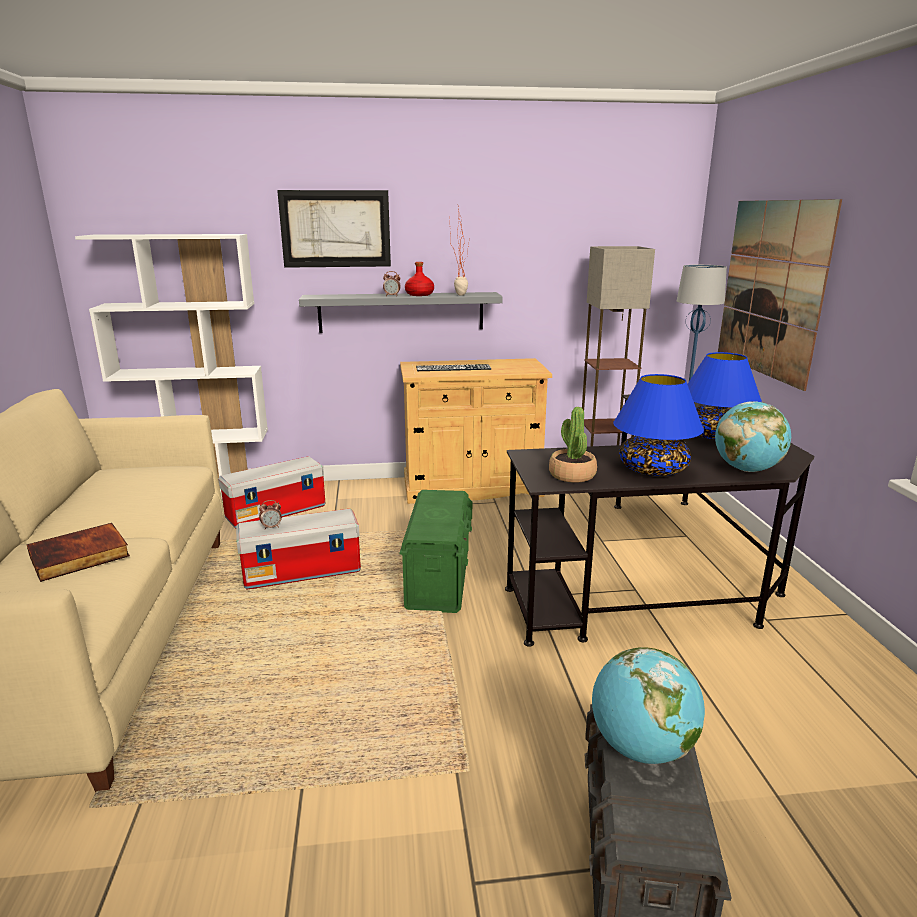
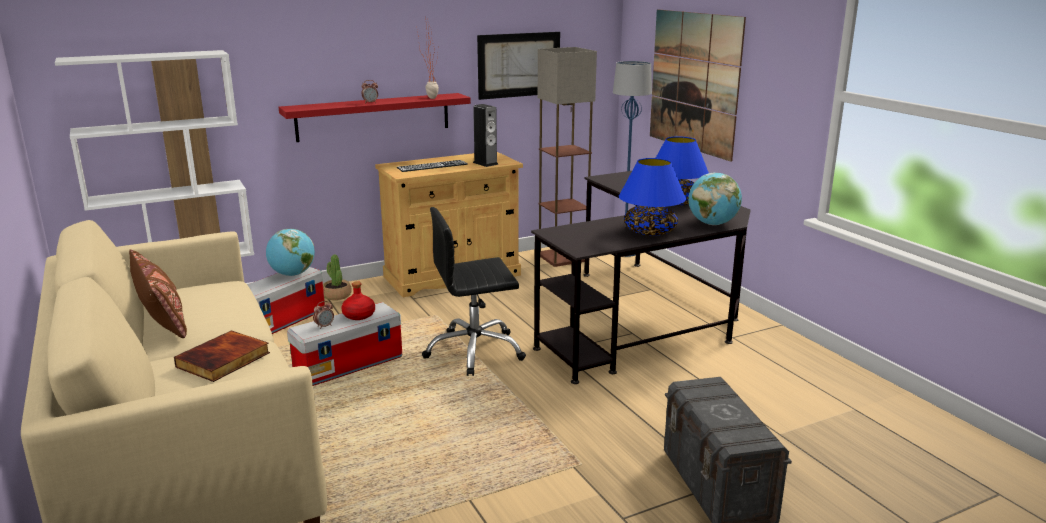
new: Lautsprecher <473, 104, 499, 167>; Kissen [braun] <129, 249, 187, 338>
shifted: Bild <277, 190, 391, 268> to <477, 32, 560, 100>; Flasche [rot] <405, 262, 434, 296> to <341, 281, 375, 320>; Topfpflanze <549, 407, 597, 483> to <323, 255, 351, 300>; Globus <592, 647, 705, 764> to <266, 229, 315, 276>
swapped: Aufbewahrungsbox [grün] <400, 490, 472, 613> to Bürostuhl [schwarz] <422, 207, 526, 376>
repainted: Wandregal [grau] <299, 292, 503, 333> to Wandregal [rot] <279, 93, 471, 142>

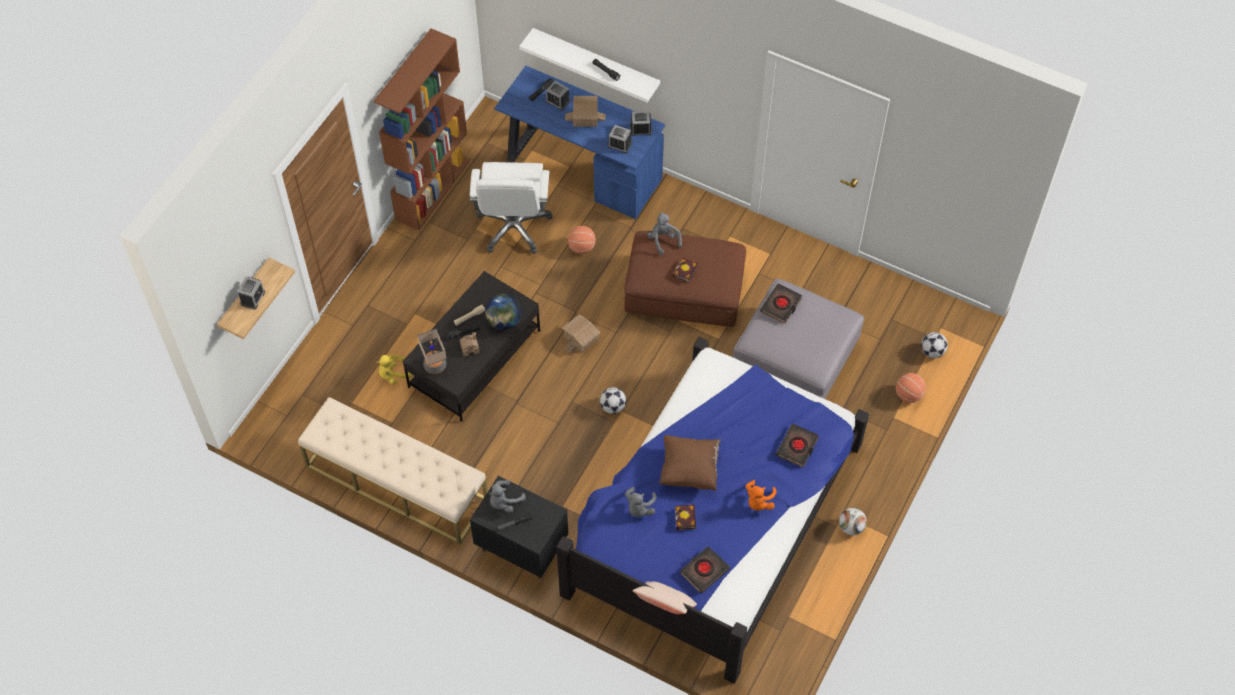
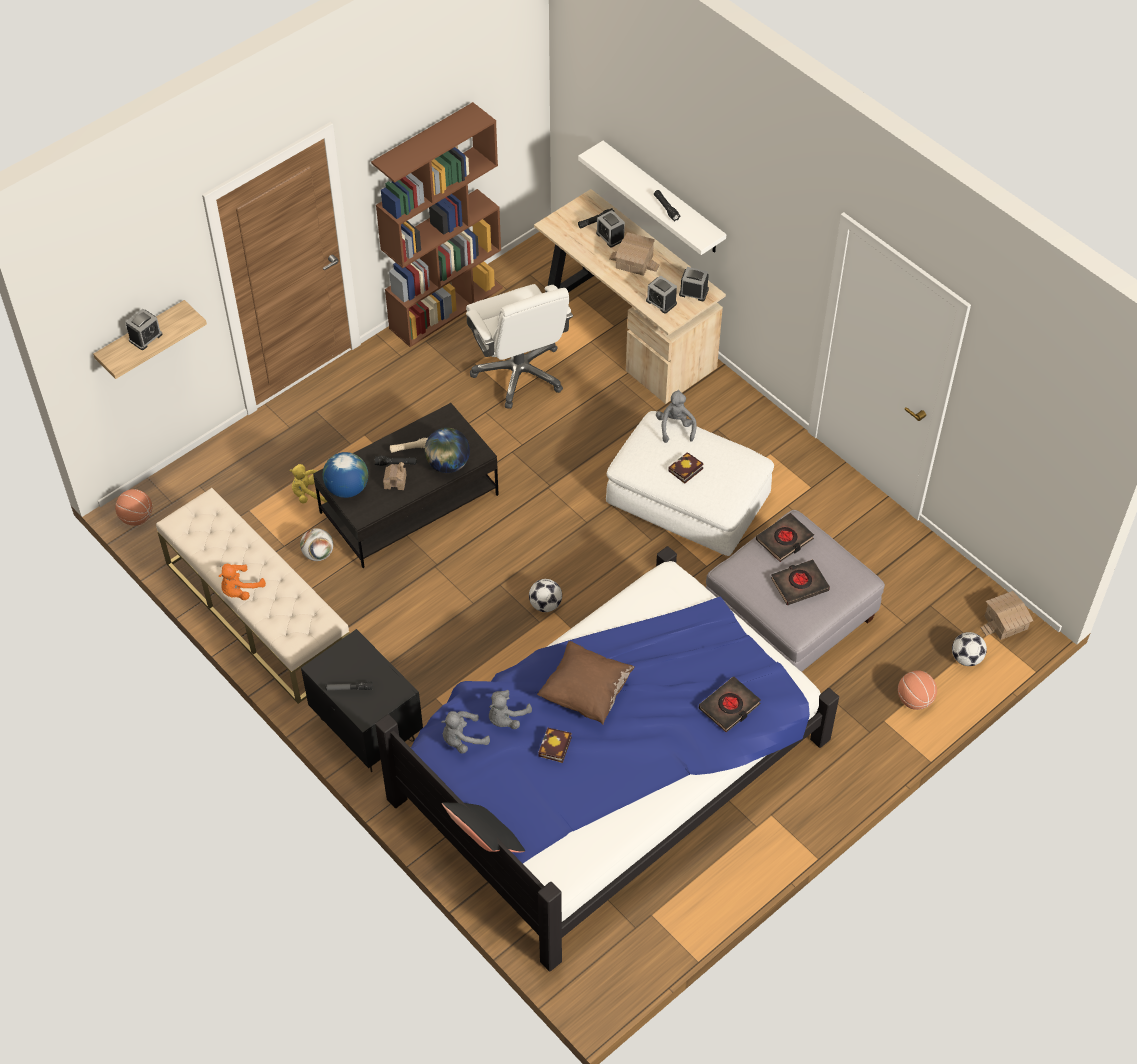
shifted: Basketball <568, 226, 595, 254> to <115, 489, 152, 526>; Spielzeughaus <562, 314, 600, 353> to <981, 591, 1033, 640>; Plüschtier [grau] <489, 480, 526, 513> to <441, 711, 490, 754>; Plüschtier [orange] <745, 480, 777, 511> to <219, 564, 266, 600>; Fußball <839, 508, 867, 535> to <300, 528, 333, 561>; Buch [schwarz] <680, 546, 730, 593> to <771, 559, 830, 605>
swapped: Tischlampe <417, 329, 447, 374> to Globus <323, 452, 368, 498>
repainted: Schreibtisch [blau] <494, 66, 665, 219> to Schreibtisch [beige] <534, 189, 726, 404>; Polsterhocker [braun] <624, 231, 746, 327> to Polsterhocker [weiß] <606, 411, 774, 556>; Kissen [beige] <633, 581, 697, 614> to Kissen [schwarz] <442, 802, 525, 853>
rotated: Bürostuhl [weiß] <470, 162, 553, 254> = <466, 284, 573, 409> 45 degrees counterclockwise

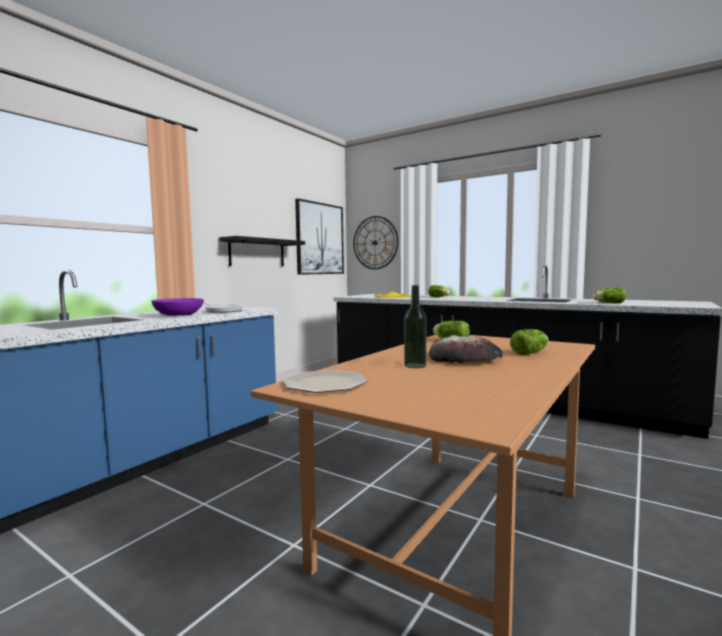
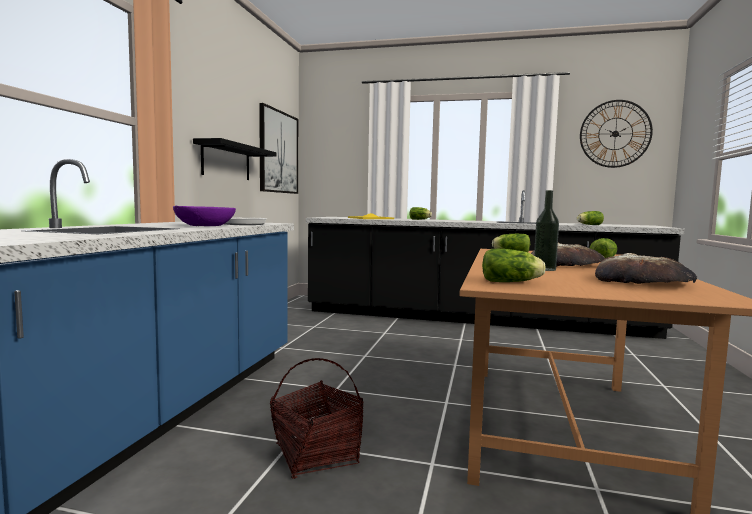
new: Brot <595, 253, 697, 284>; Korb <270, 358, 364, 479>
shifted: Wanduhr <353, 216, 398, 269> to <580, 100, 653, 168>
swapped: Teller <284, 370, 368, 393> to Salatkopf <482, 249, 546, 282>

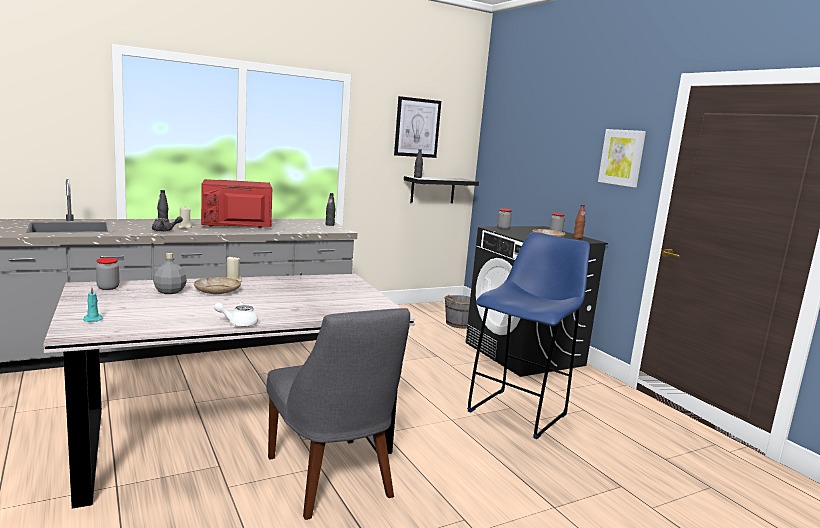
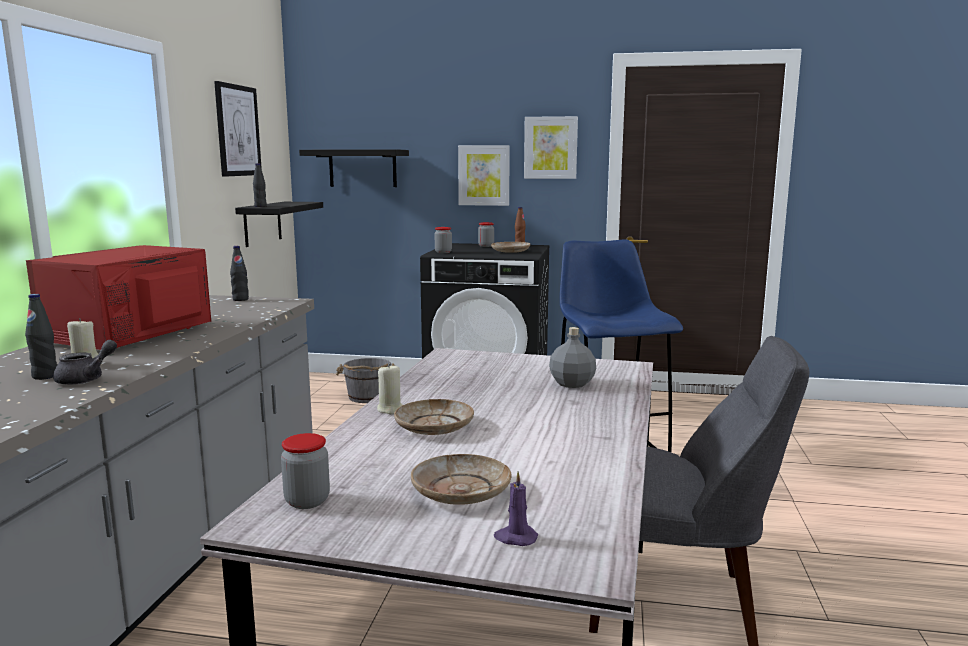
gone: Teekanne [weiß] <214, 302, 258, 327>
new: Bild <458, 145, 510, 206>; Wandregal [schwarz] <299, 149, 409, 187>; Teller [beige] <411, 454, 511, 505>
shifted: Flasche [grau] <153, 253, 187, 294> to <549, 327, 596, 388>
repainted: Kerze [türkis] <83, 287, 103, 322> to Kerze [lila] <494, 472, 538, 546>

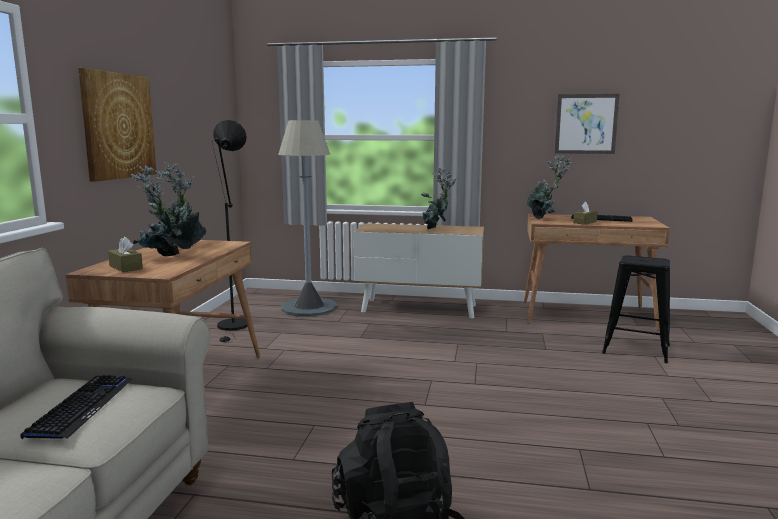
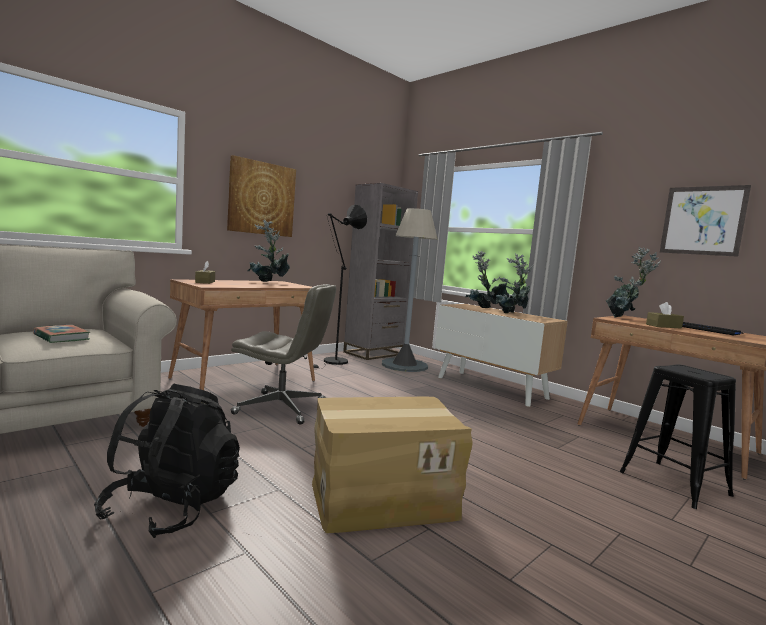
new: Bücherregal [grau] <343, 183, 418, 360>; Bürostuhl [grau] <231, 284, 336, 425>; Karton <312, 397, 473, 533>
shifted: Topfpflanze <131, 165, 206, 256> to <466, 251, 509, 308>
swapped: Tastatur <21, 375, 132, 439> to Buch <33, 325, 90, 343>

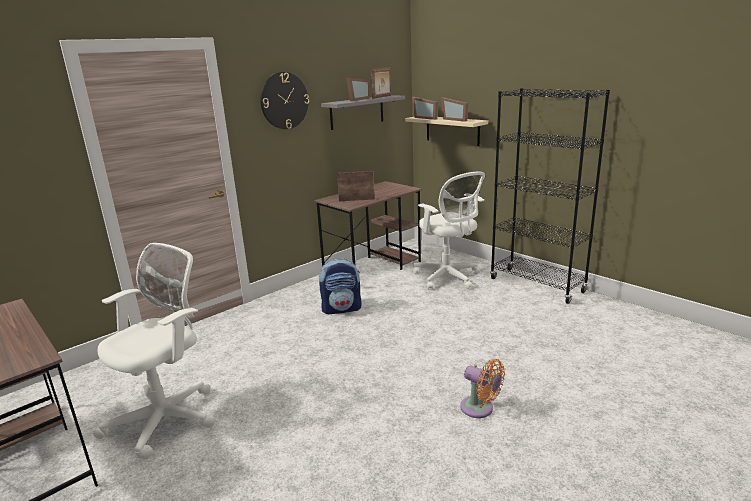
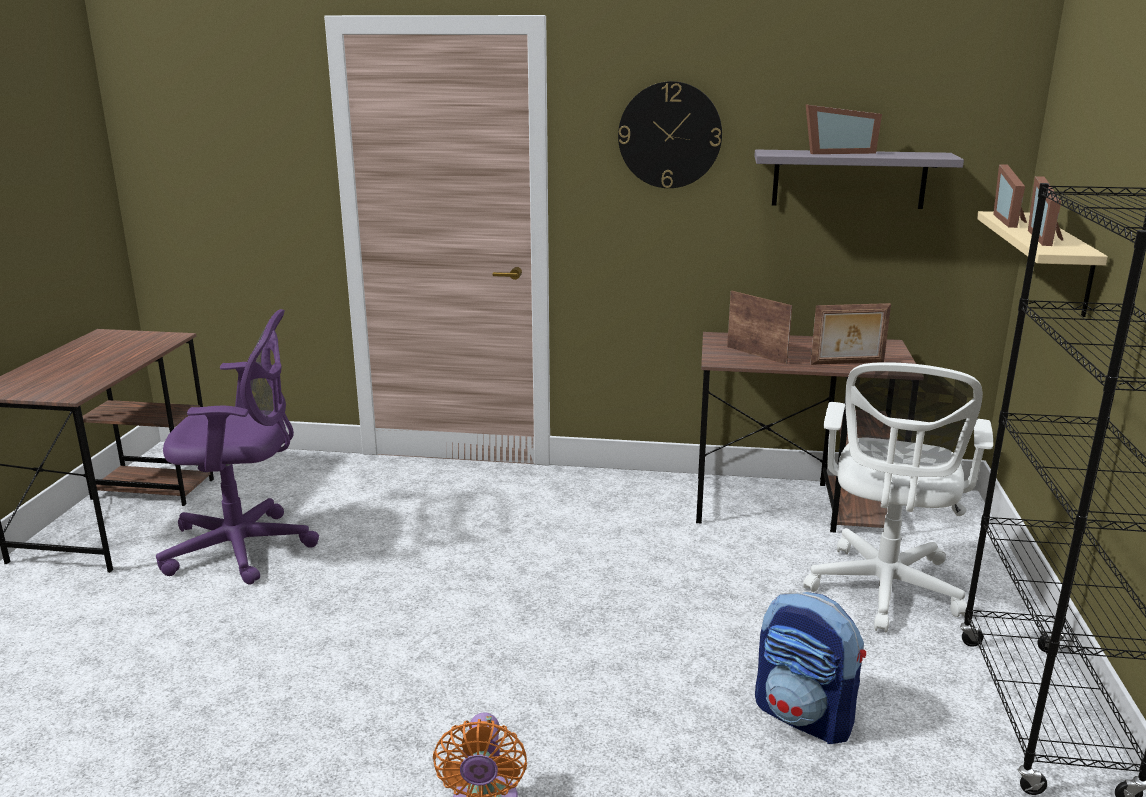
shifted: Bilderrahmen <371, 67, 391, 99> to <810, 303, 891, 365>; Rucksack <319, 259, 361, 314> to <755, 592, 866, 744>
repainted: Bürostuhl [weiß] <93, 243, 215, 459> to Bürostuhl [lila] <156, 309, 319, 585>

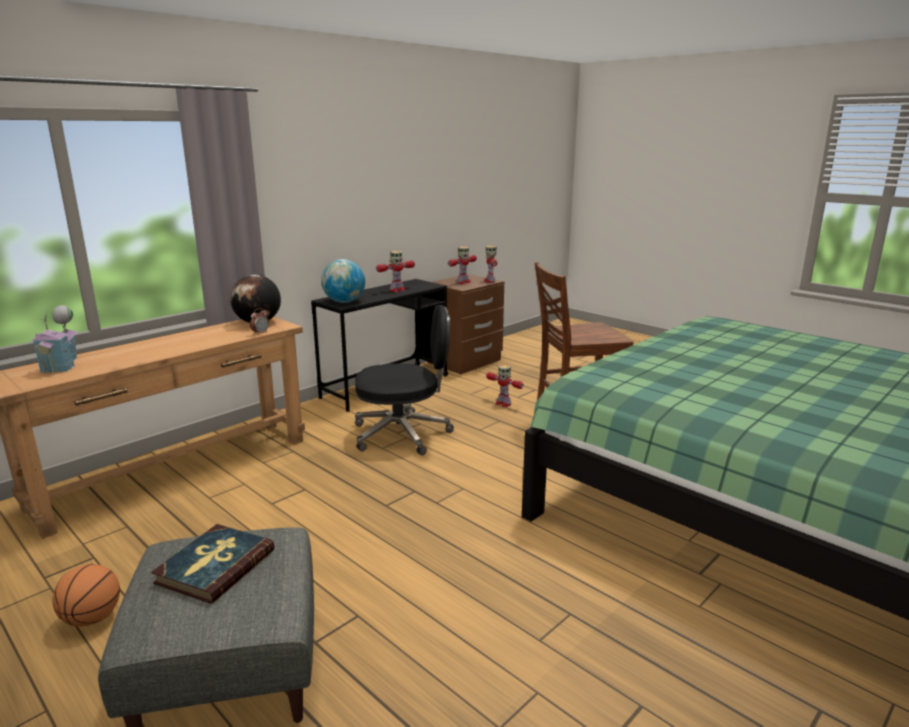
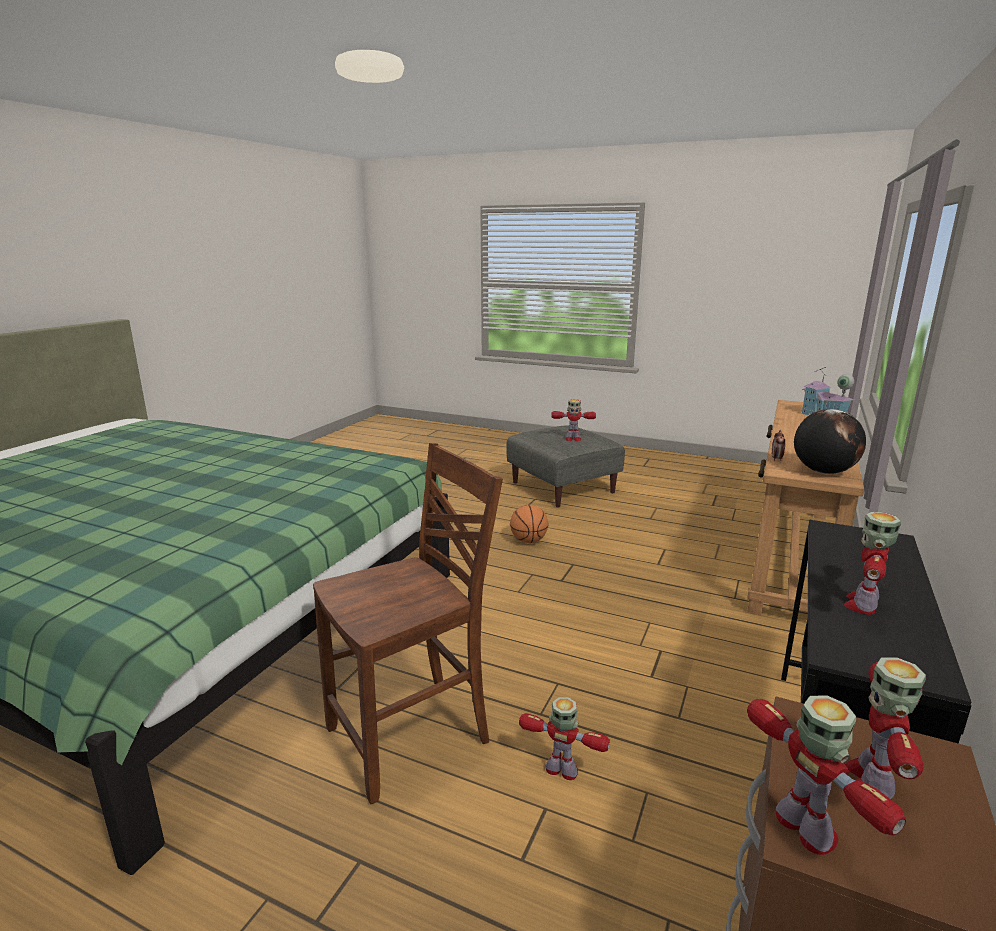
gone: Globus <321, 259, 365, 303>; Bürostuhl [schwarz] <355, 305, 454, 455>
shifted: Basketball <52, 564, 120, 627> to <510, 505, 548, 543>
swapped: Buch <151, 524, 274, 604> to Spielzeugroboter <551, 399, 596, 442>

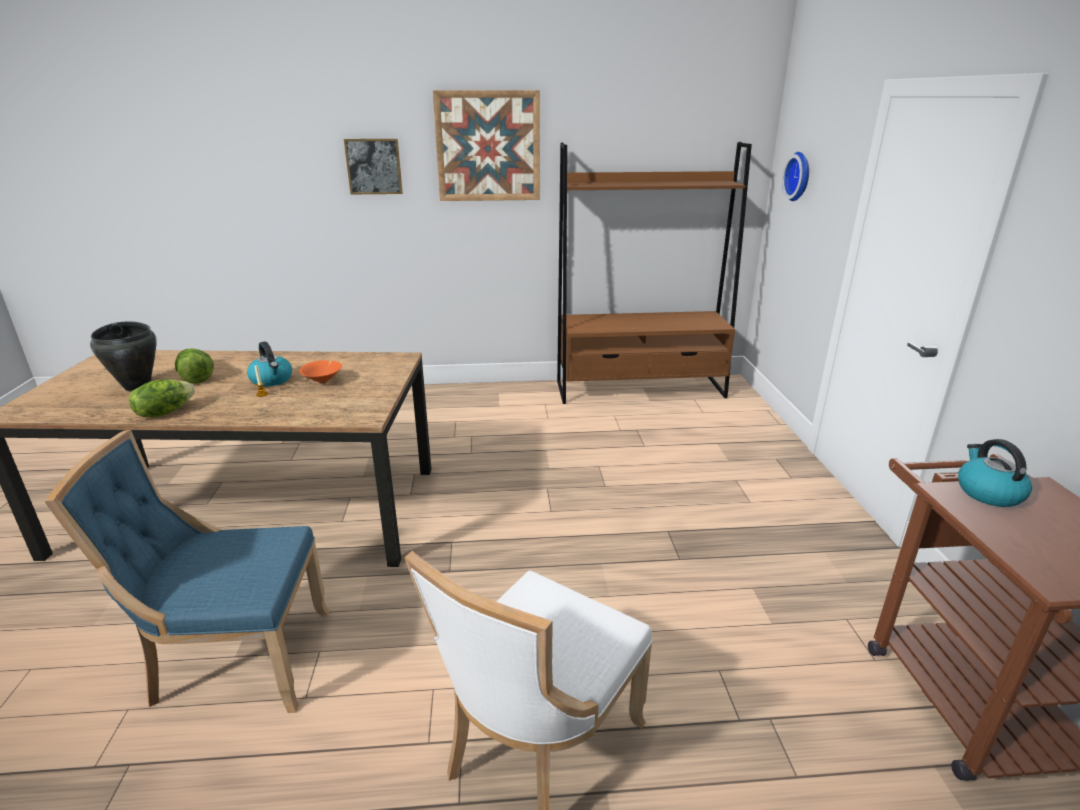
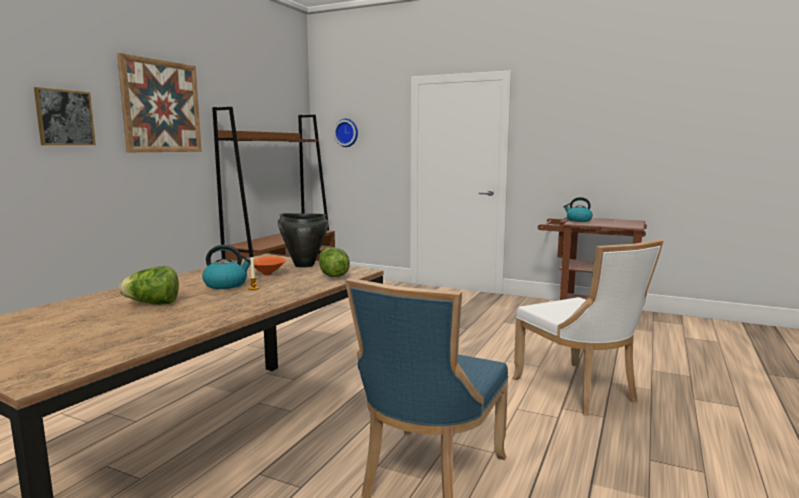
shifted: Kochtopf [schwarz] <90, 321, 157, 391> to <278, 213, 328, 268>; Salatkopf <129, 379, 195, 417> to <319, 247, 350, 277>

